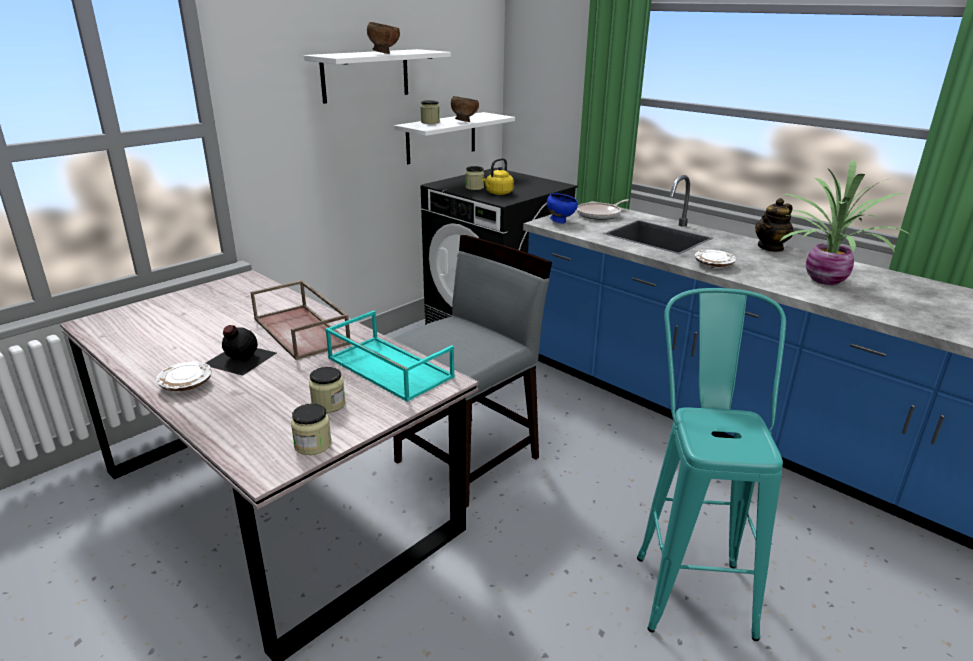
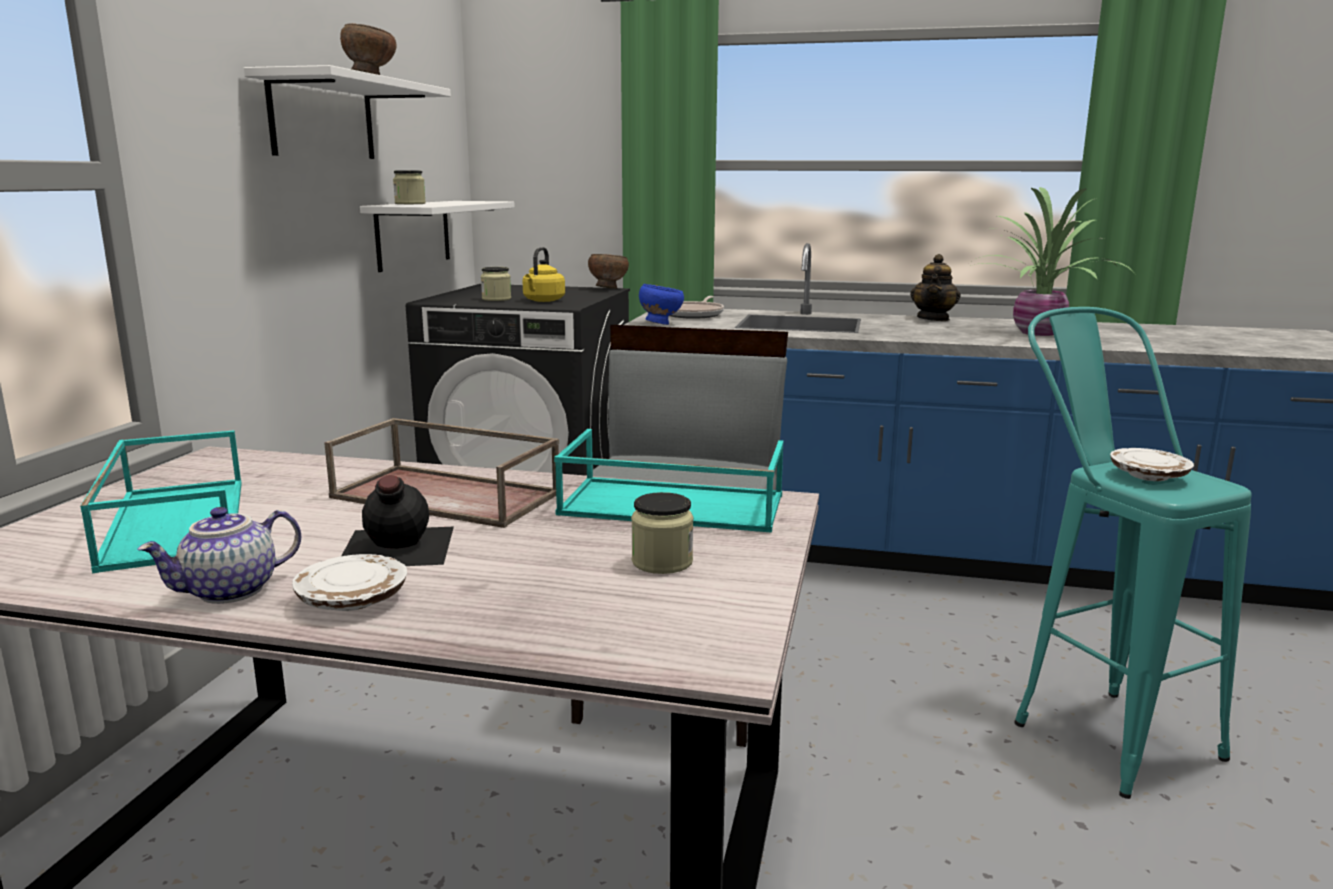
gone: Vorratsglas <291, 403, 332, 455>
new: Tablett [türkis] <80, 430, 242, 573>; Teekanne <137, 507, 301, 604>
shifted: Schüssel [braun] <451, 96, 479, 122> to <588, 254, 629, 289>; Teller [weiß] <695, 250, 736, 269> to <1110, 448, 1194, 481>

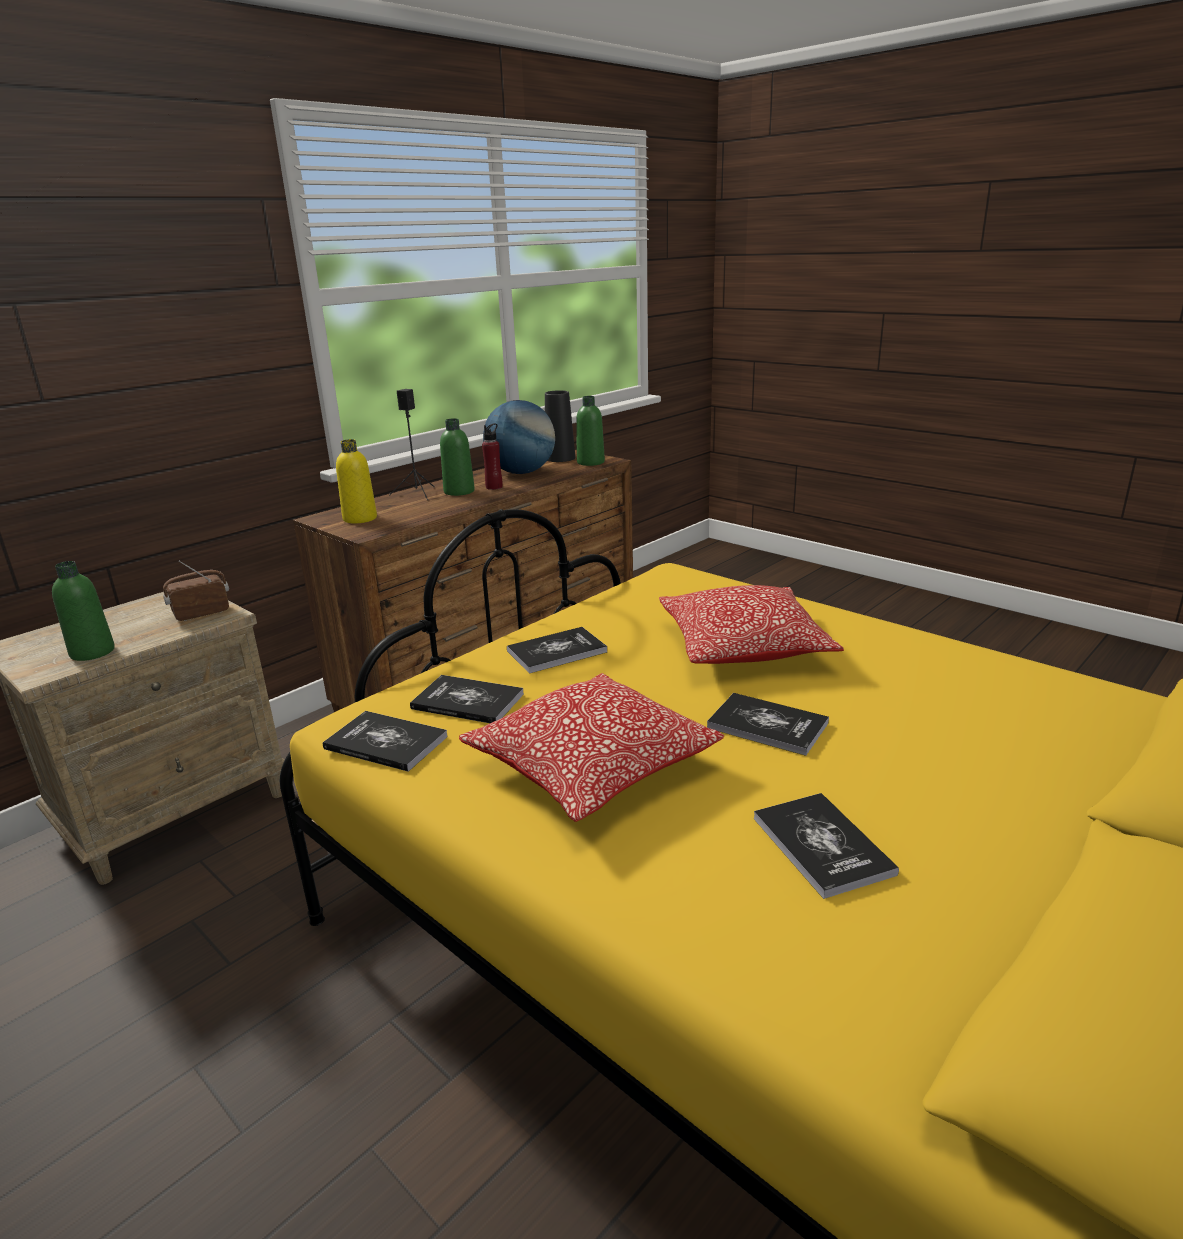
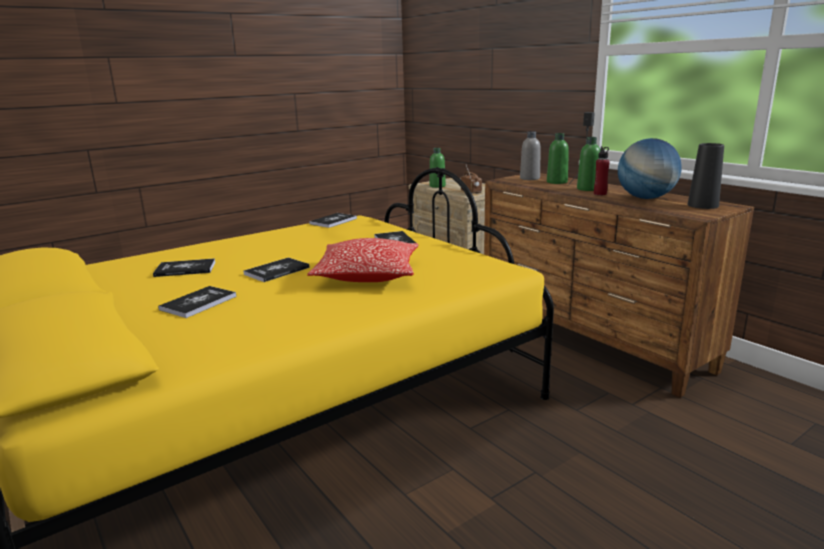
gone: Kissen <459, 673, 724, 822>
shifted: Flasche [grün] <576, 396, 605, 466> to <547, 133, 569, 184>; Buch <410, 675, 524, 723> to <158, 286, 237, 318>
repainted: Flasche [gelb] <336, 439, 377, 524> to Flasche [grau] <520, 131, 540, 180>

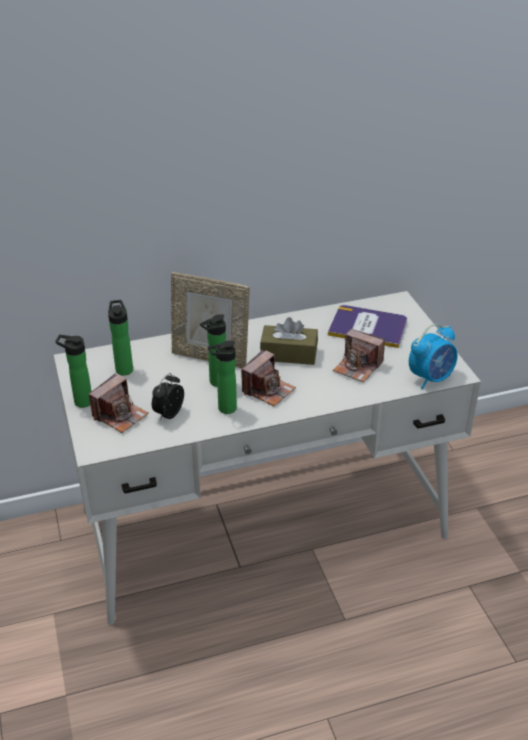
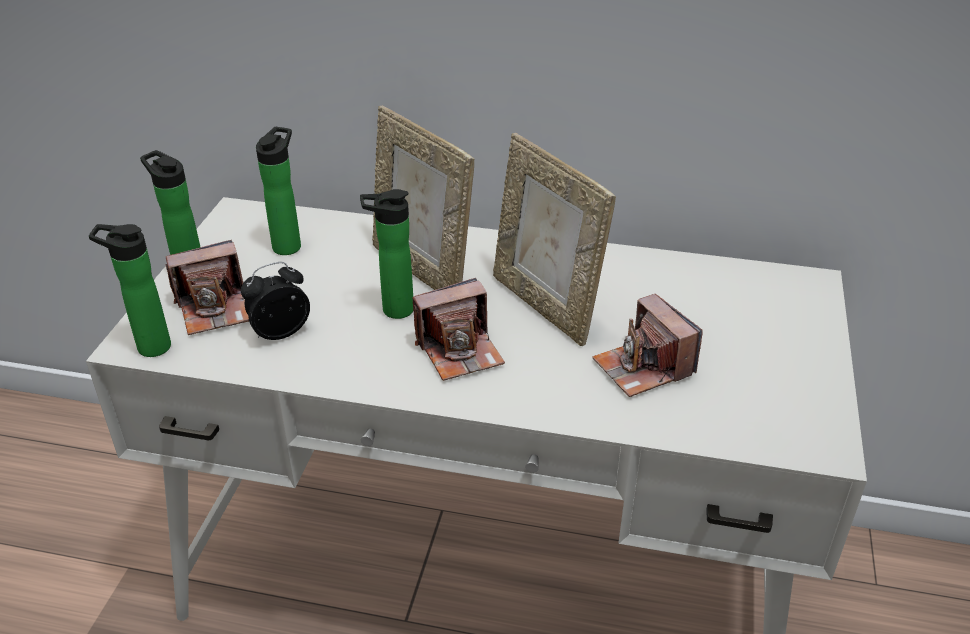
gone: Buch <328, 305, 407, 348>; Wecker <409, 324, 458, 390>
shifted: Flasche <208, 341, 237, 414> to <89, 224, 171, 357>
swapped: Taschentuchbox [braun] <260, 317, 318, 365> to Bilderrahmen <493, 133, 616, 346>

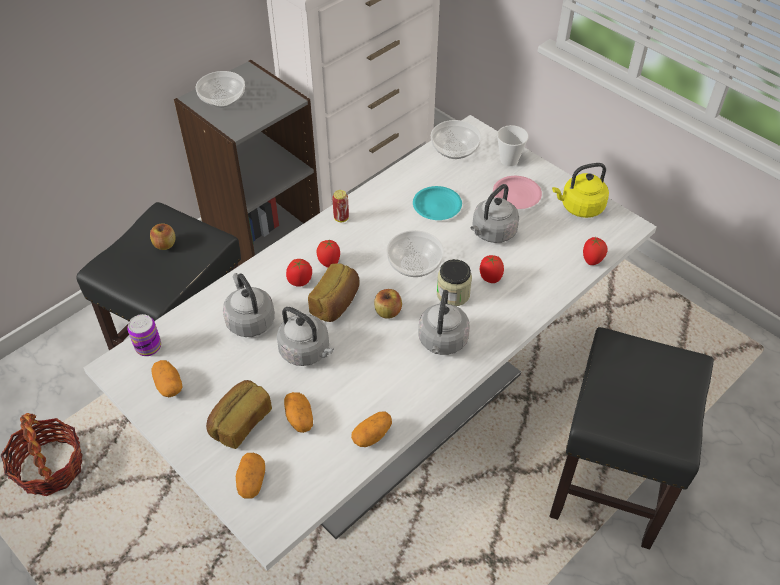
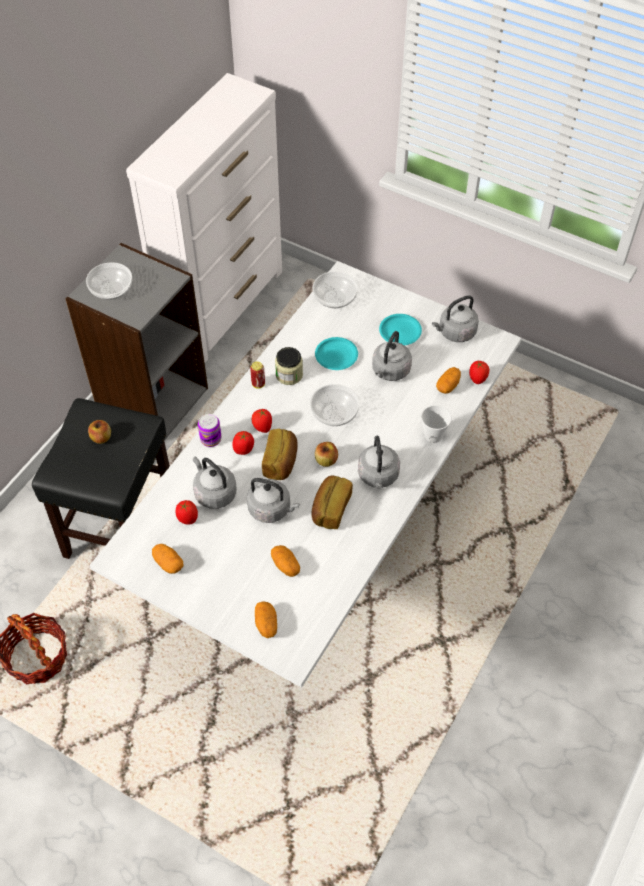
gone: Hocker [schwarz] <549, 327, 714, 550>
shifted: Tasse <497, 125, 529, 166> to <421, 405, 452, 443>; Tomate <480, 255, 504, 283> to <176, 500, 198, 525>; Vorratsglas <437, 259, 472, 306> to <275, 347, 303, 385>; Dose <127, 314, 161, 356> to <198, 414, 221, 447>; Brot <206, 380, 272, 449> to <311, 475, 353, 529>; Kartoffel <351, 412, 392, 447> to <436, 367, 461, 394>
repainted: Wasserkessel [gelb] <552, 163, 609, 218> to Wasserkessel [grau] <432, 295, 479, 342>; Teller [rosa] <493, 176, 542, 209> to Teller [türkis] <379, 314, 422, 345>

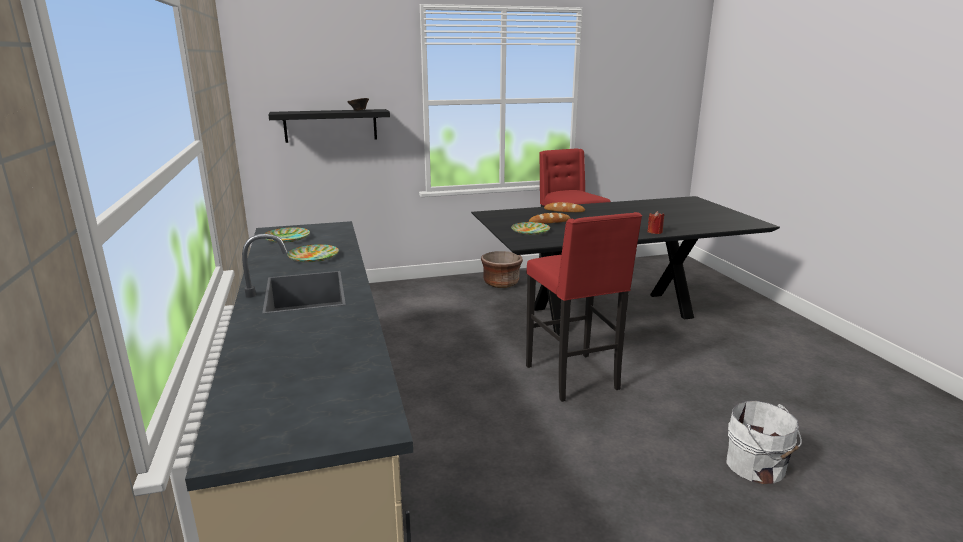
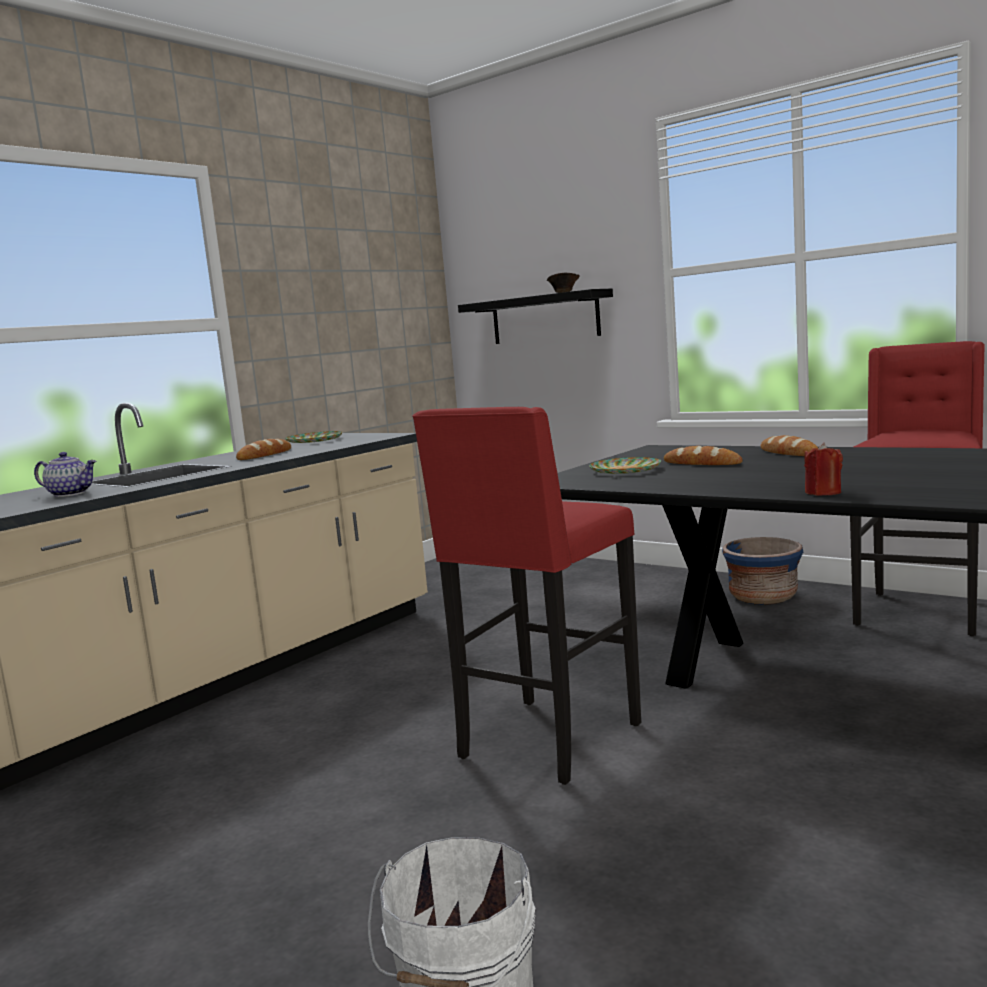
new: Teekanne <34, 452, 96, 497>
swapped: Teller <287, 244, 339, 262> to Brot <236, 439, 291, 460>
repainted: Pflanzkübel [braun] <481, 251, 523, 288> to Pflanzkübel [blau] <722, 537, 803, 605>

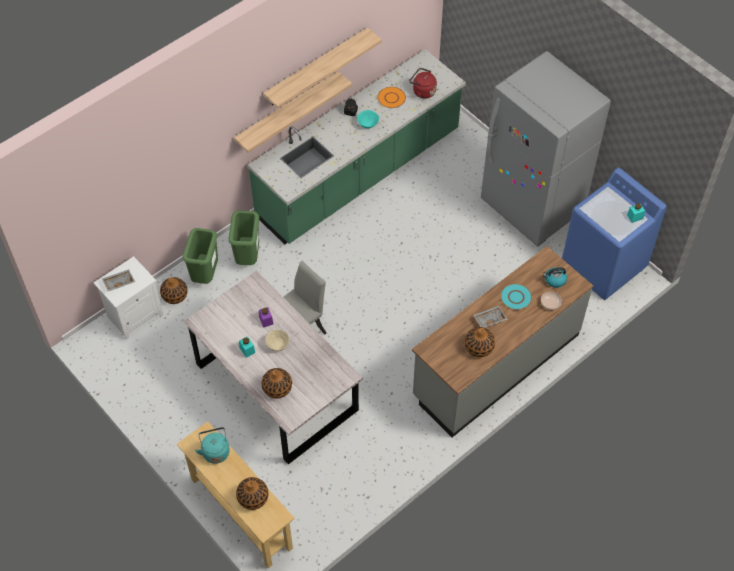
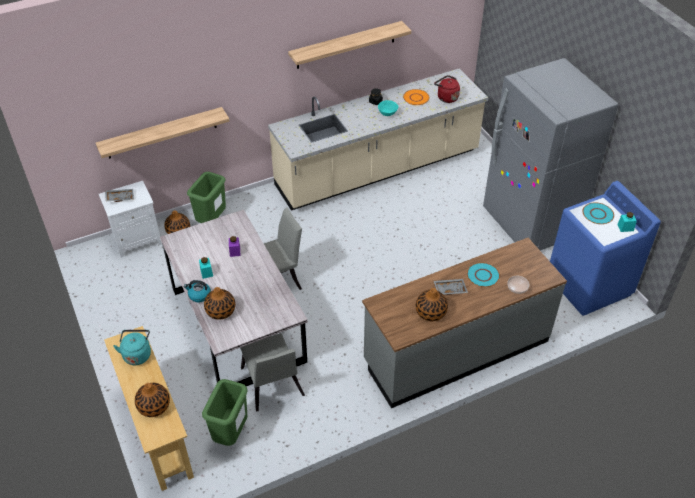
gone: Schüssel [beige] <265, 330, 289, 351>
new: Teller [türkis] <582, 203, 614, 224>; Stuhl [grau] <240, 333, 305, 412>
shifted: Wandregal <234, 71, 352, 153> to <96, 107, 230, 159>; Mülleimer [grün] <228, 211, 259, 265> to <202, 379, 248, 446>; Wasserkessel <543, 267, 567, 288> to <184, 280, 211, 302>
repainted: Küchenzeile [grün] <248, 49, 466, 245> to Küchenzeile [beige] <268, 69, 488, 211>

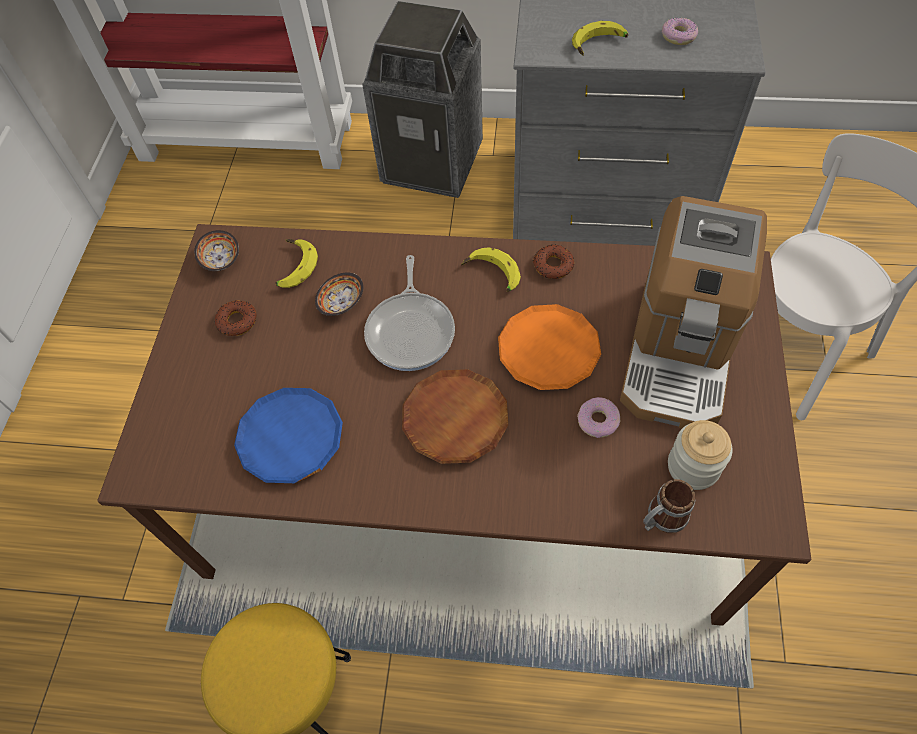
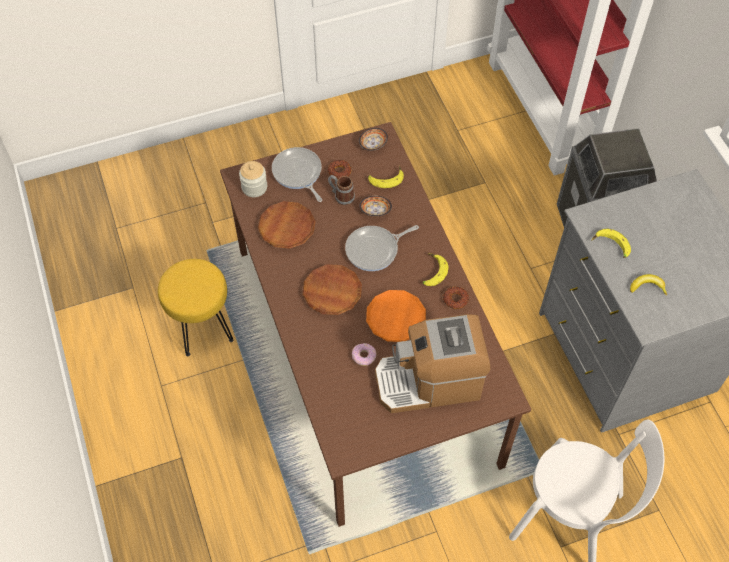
new: Pfanne <272, 147, 322, 202>
shifted: Vorratsglas <668, 420, 733, 490> to <239, 161, 267, 197>; Henkelbecher <643, 479, 696, 533> to <328, 175, 355, 205>
swapped: Donut <662, 18, 698, 45> to Banane <630, 274, 667, 295>
repainted: Teller [blau] <234, 388, 343, 483> to Teller [braun] <258, 201, 316, 249>

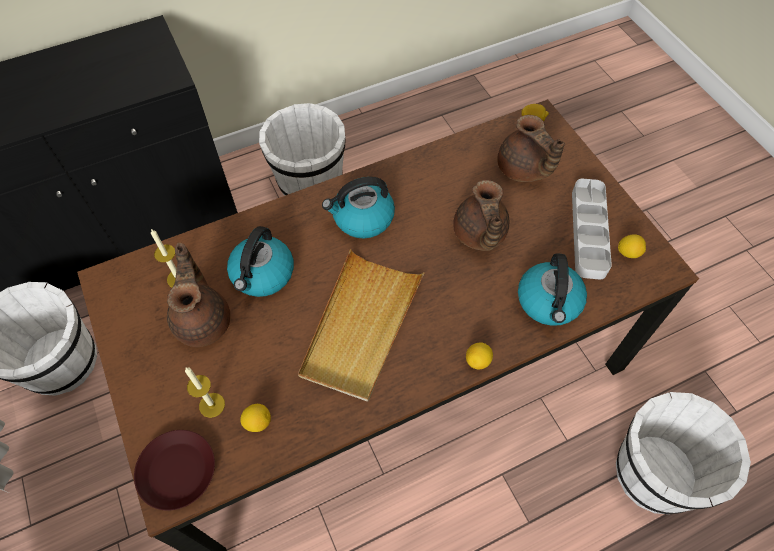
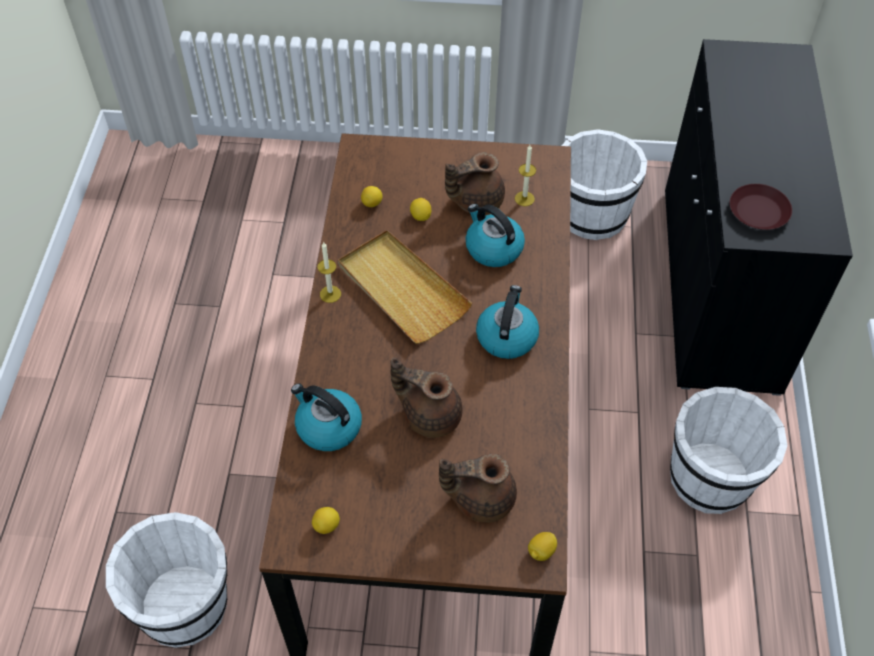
gone: Tablett [grau] <572, 178, 612, 280>
shifted: Zitrone <466, 342, 493, 370> to <410, 198, 431, 221>; Kerze <185, 367, 225, 418> to <318, 242, 341, 303>; Teller [braun] <134, 430, 215, 510> to <730, 184, 792, 230>
rotated: Teekanne [braun] <167, 243, 230, 347> = <445, 152, 505, 214> 135 degrees clockwise

